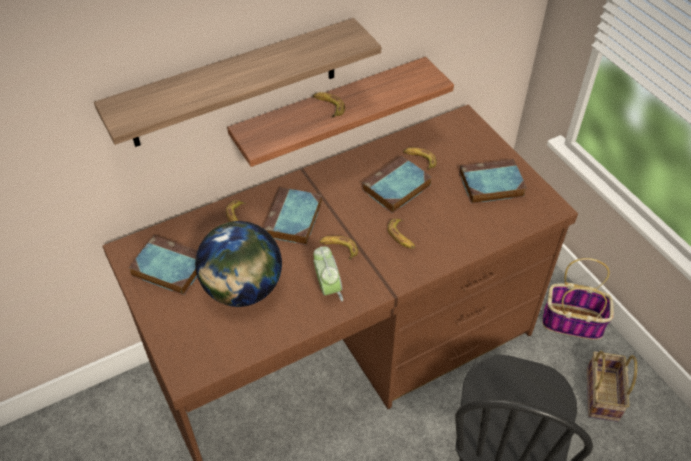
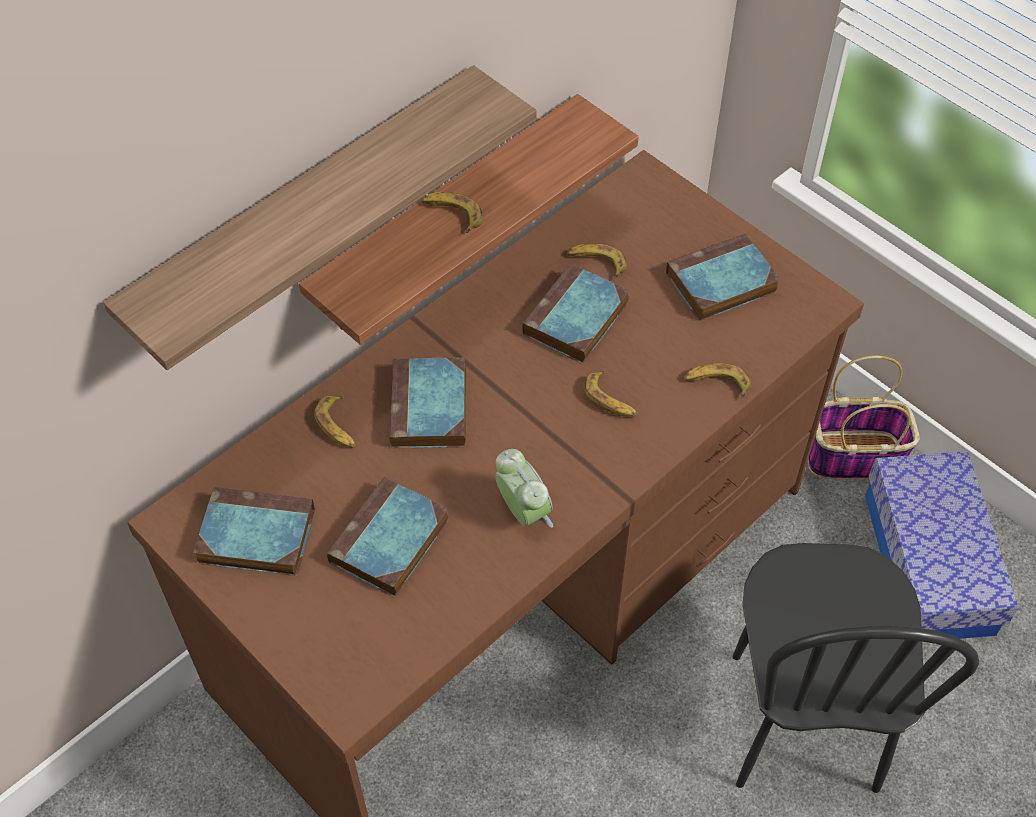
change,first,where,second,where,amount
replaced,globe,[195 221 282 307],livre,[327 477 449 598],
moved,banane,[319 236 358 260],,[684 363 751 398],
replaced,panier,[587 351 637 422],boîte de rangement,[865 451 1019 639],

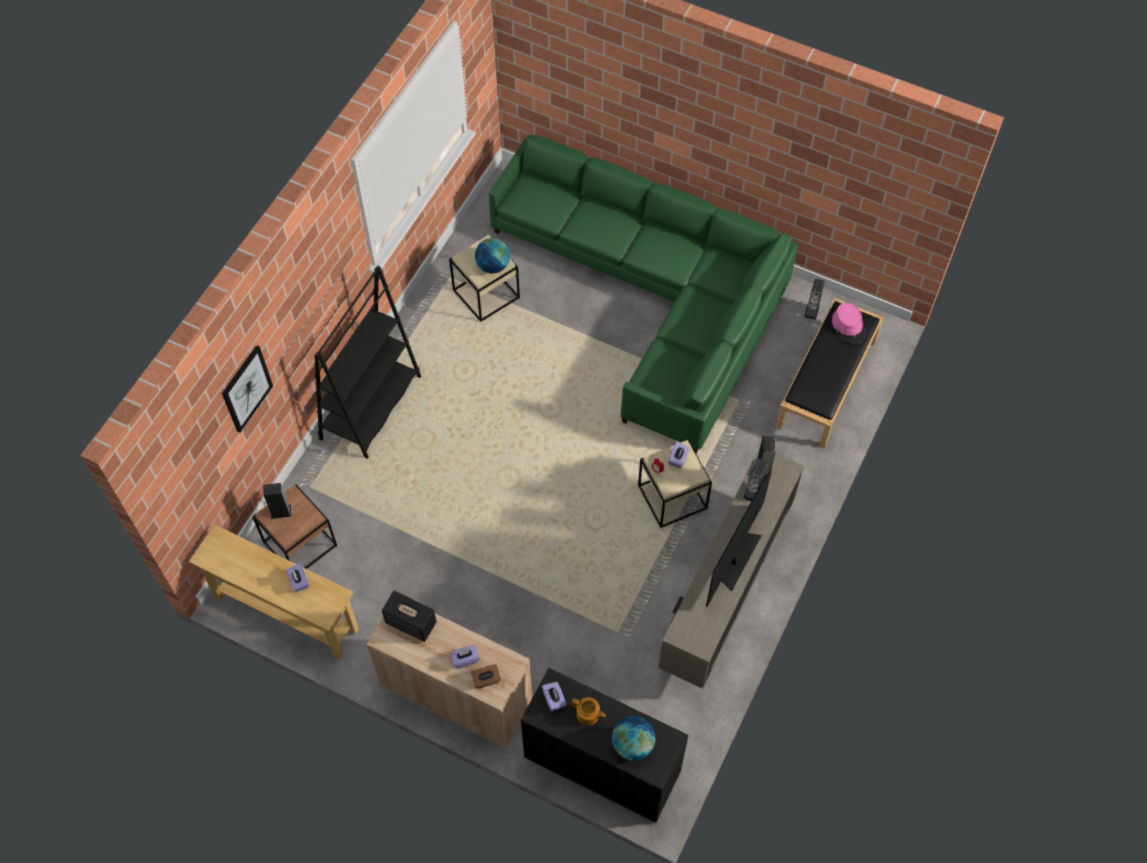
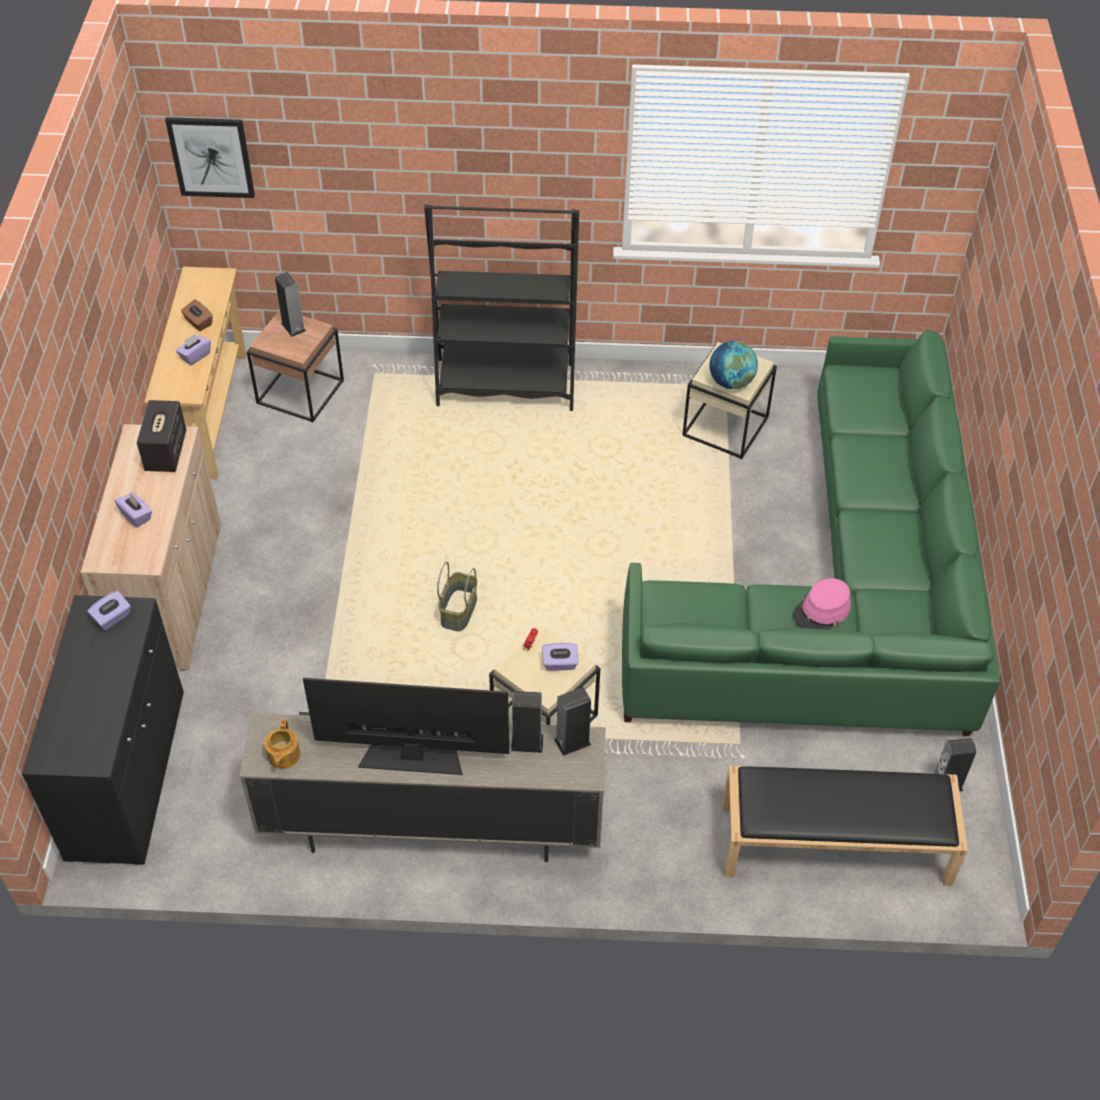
change,first,where,second,where,amount
moved,tableau,[222 345 273 433],,[165 117 255 198],
moved,boîte à mouchoirs/marron,[471 664 501 689],,[181 299 213 331],
moved,théière,[572 697 606 725],,[264 719 300 769],
added,,,panier,[437 562 477 631],
moved,chapeau/rose,[832 303 866 344],,[793 578 851 630],
removed,globe,[612 716 655 761],,,

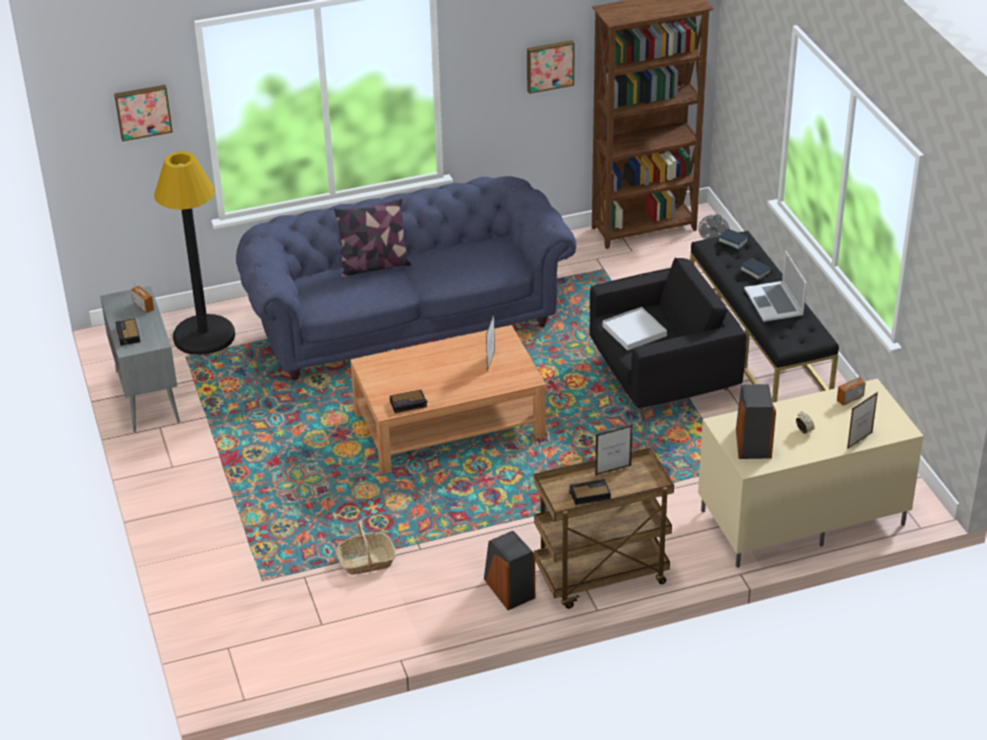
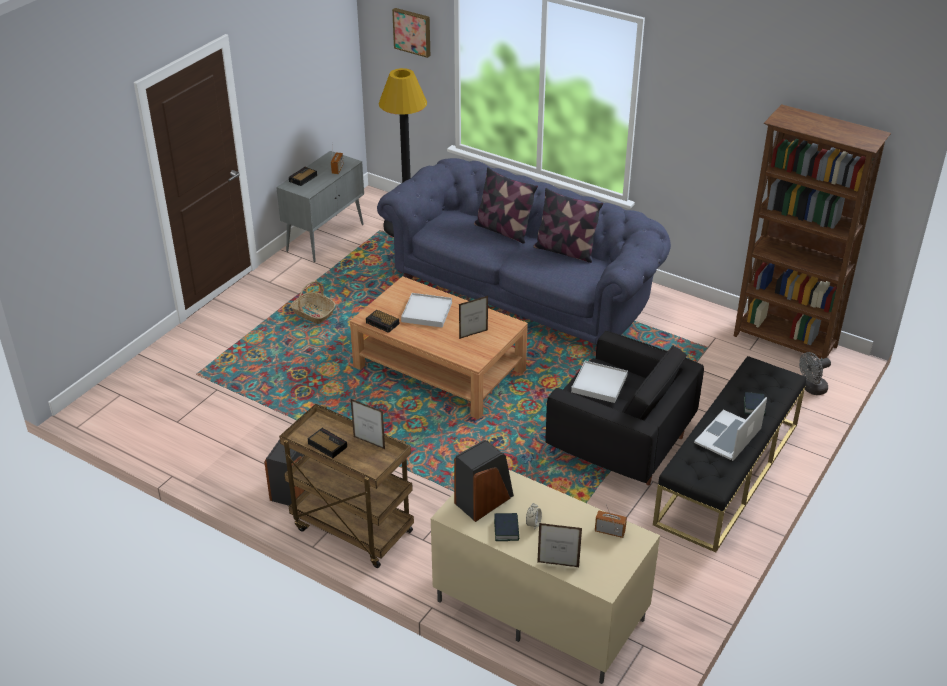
change,first,where,second,where,amount
moved,panier,[336 521 396 575],,[290 281 336 324],
added,,,plateau/blanc,[401 293 452 328],
moved,livre,[718 229 749 250],,[494 513 519 541],
added,,,coussin,[533 188 603 263],
removed,tableau,[527 40 575 94],,,

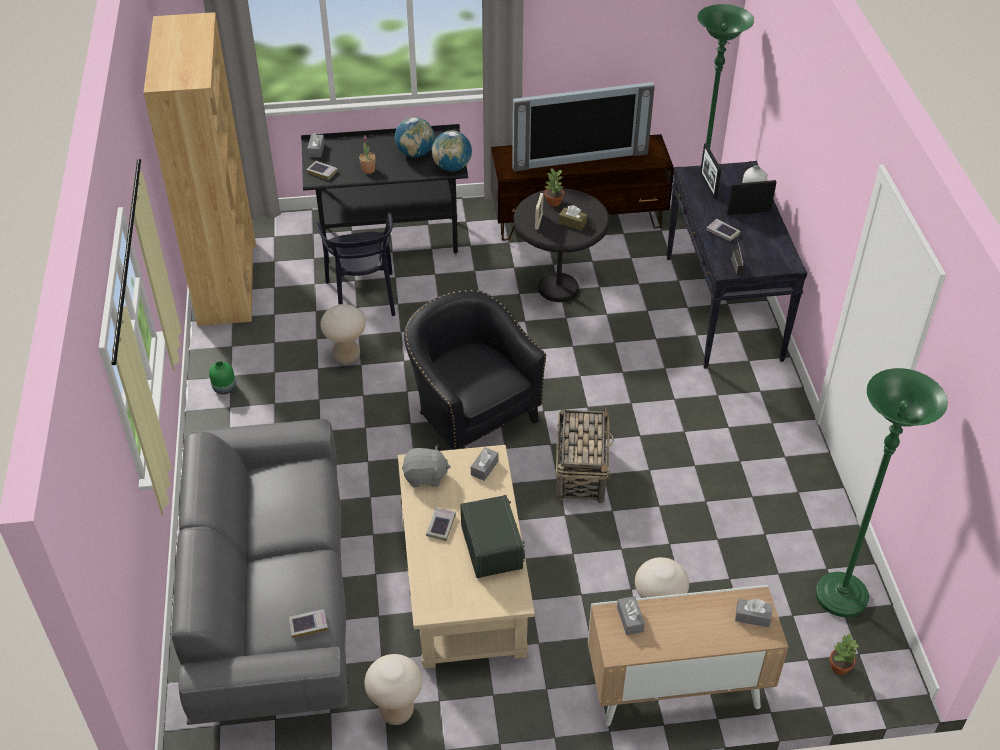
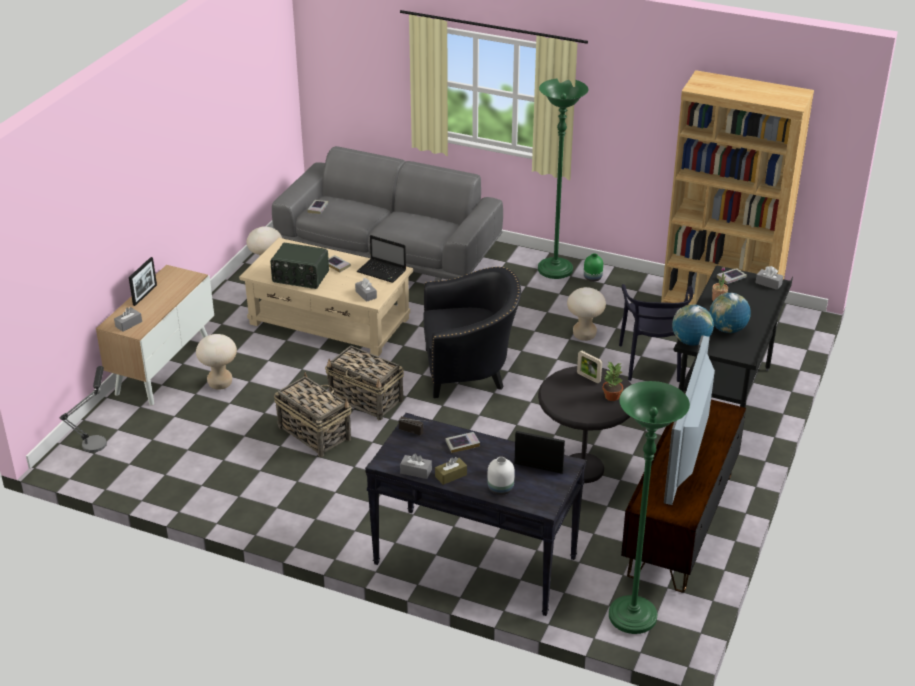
change,first,where,second,where,amount
replaced,plante en pot,[829 634 860 675],lampe de table,[60 366 107 452],
moved,cadre photo,[727 180 777 215],,[129 257 157 306],
added,,,panier,[274 372 352 457],
replaced,peluche/gris,[402 445 451 487],ordinateur portable,[357 235 406 283],
moved,boîte à mouchoirs/gris,[617 596 645 635],,[400 454 432 479],
moved,boîte à mouchoirs/marron,[558 205 587 230],,[435 457 467 485],
moved,lampadaire/vert,[816 368 948 617],,[538 79 588 279],
turned,chaise/noir,[316 212 395 316],,[619 284 693 382],105 degrees counterclockwise

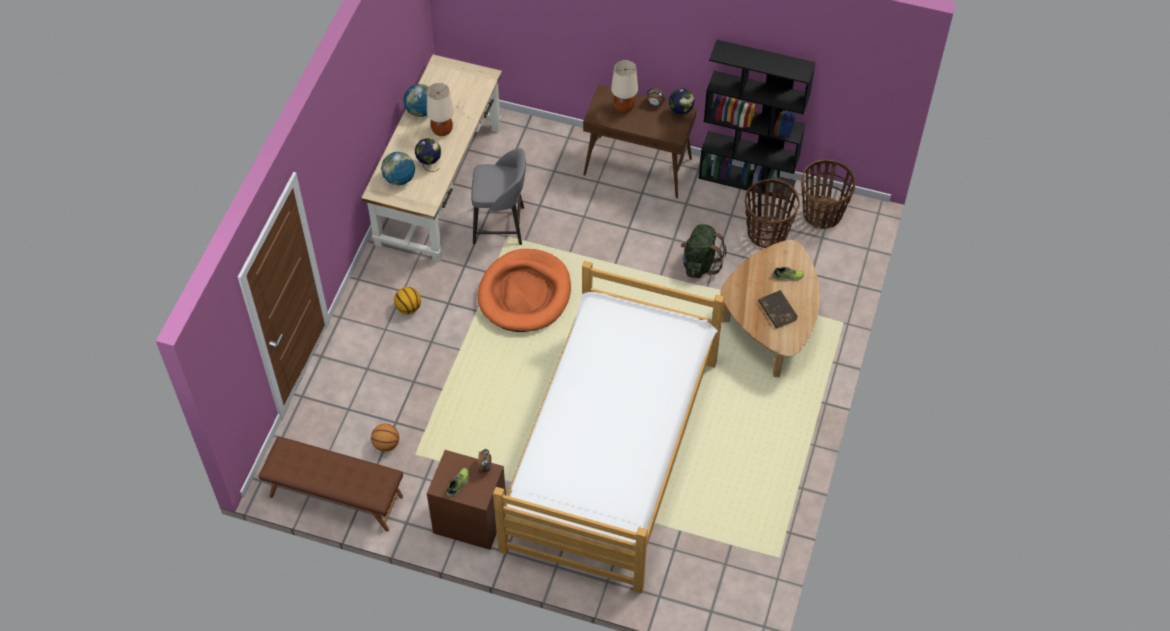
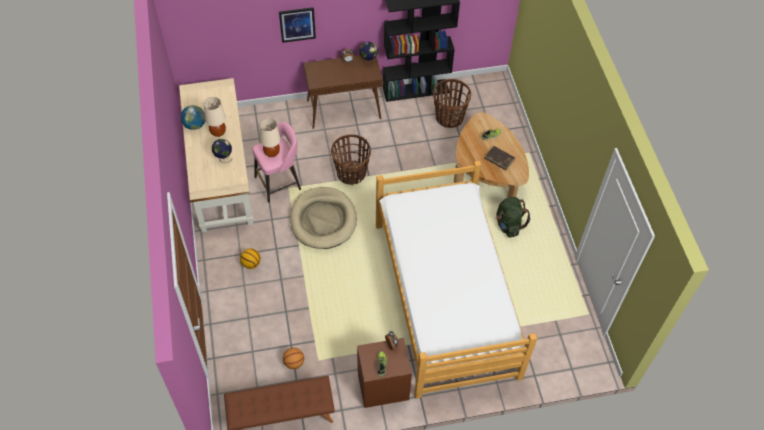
change,first,where,second,where,amount
recoloured,tabouret/gris,[471 148 526 245],tabouret/rose,[253 122 301 203],
moved,lampe de table/beige,[611 60 638 113],,[260 118 280 157],
added,,,tableau,[279 7 316 43],
recoloured,panier pour chien/orange,[478 249 571 332],panier pour chien/beige,[290 187 357 249],
moved,panier,[801 160 856 229],,[331 134 371 185],
moved,sac à dos/vert,[681 224 727 278],,[496 197 531 238],
removed,globe,[381 152 415 186],,,

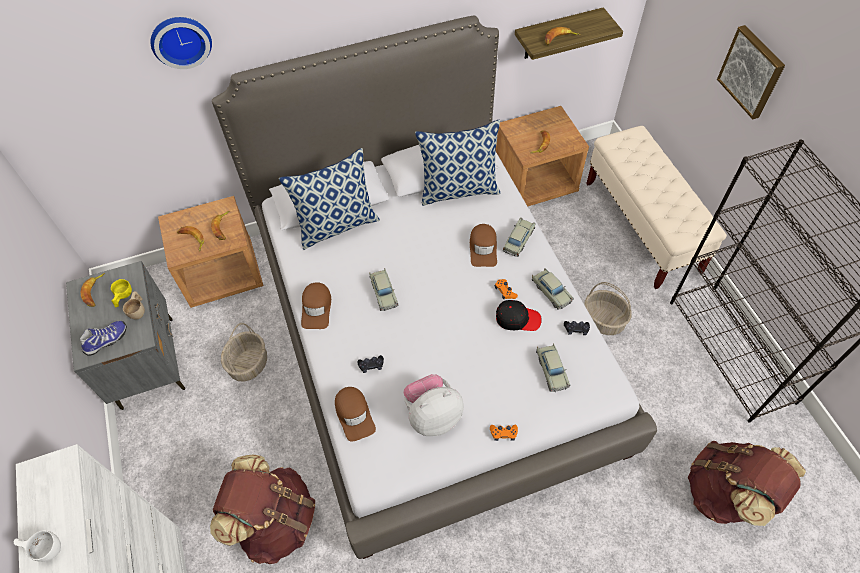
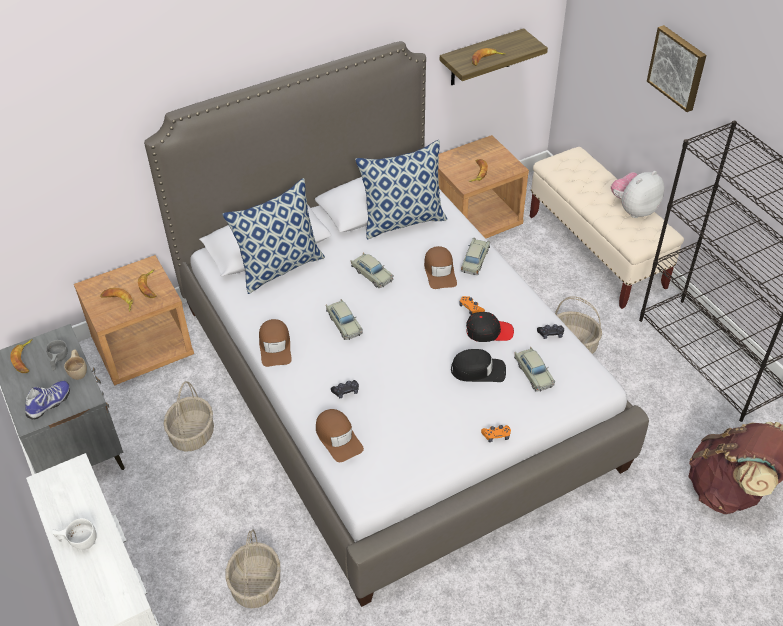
change,first,where,second,where,amount
recoloured,tasse/jaune,[111 279 132 307],tasse/gris,[46 340 68 371],
replaced,sac à dos/marron,[210 455 315 564],panier,[225 529 280 609],
moved,petite voiture/beige,[532 268 574 310],,[351 253 394 288],
added,,,casquette/noir,[451 349 506 382],
moved,peluche,[404 374 464 436],,[611 171 664 218],
removed,horloge murale,[151 17 212 69],,,

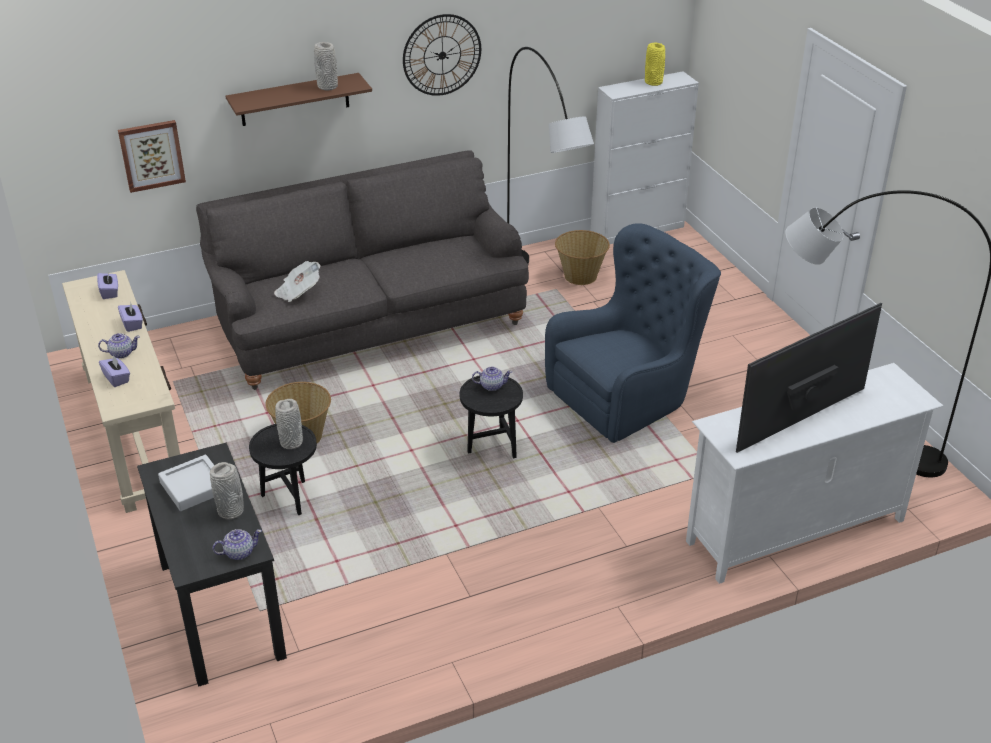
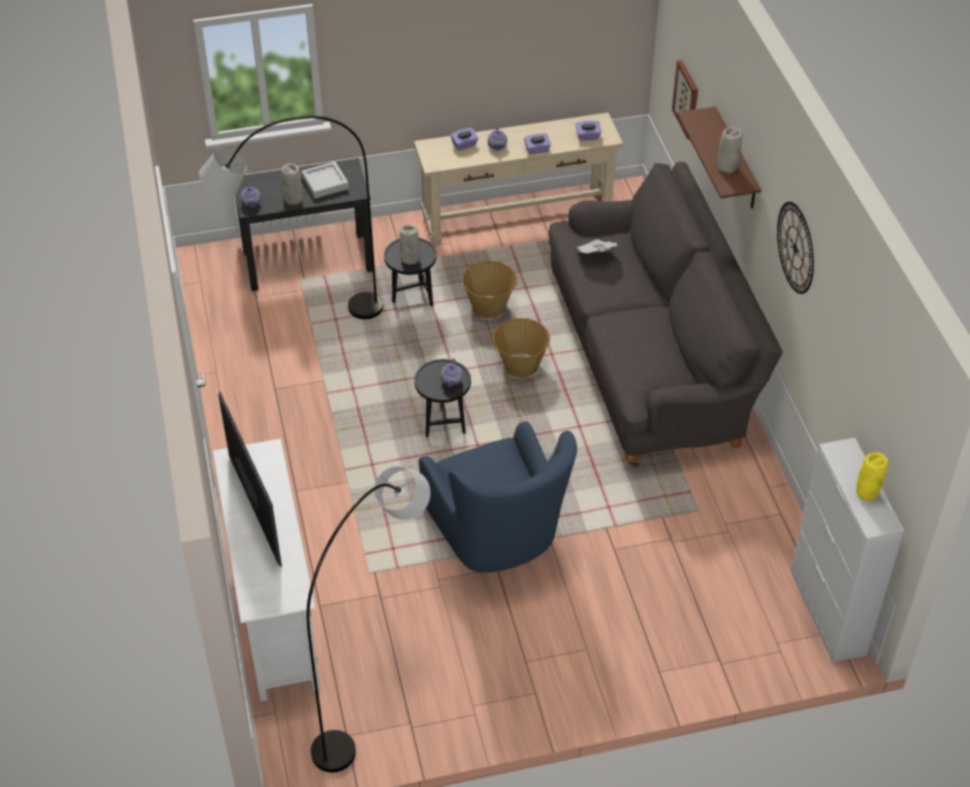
change,first,where,second,where,amount
moved,lampadaire/gris,[507 47 594 264],,[199 116 383 319],
moved,panier,[555 230 610 285],,[493 318 550 378],

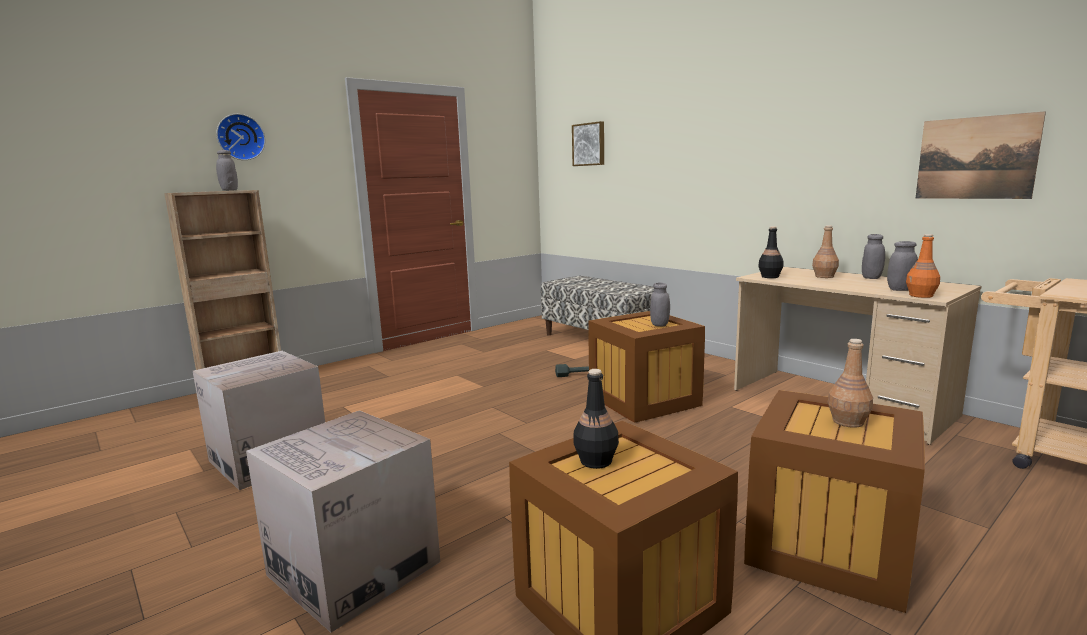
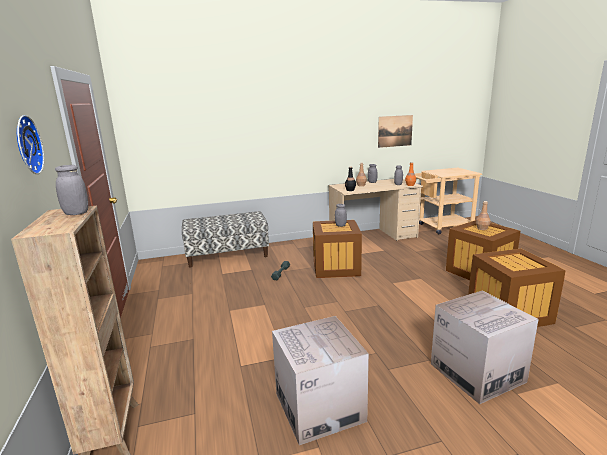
change,first,where,second,where,amount
removed,tableau,[572 121 604 166],,,
removed,bouteille/noir,[573 369 619 469],,,

